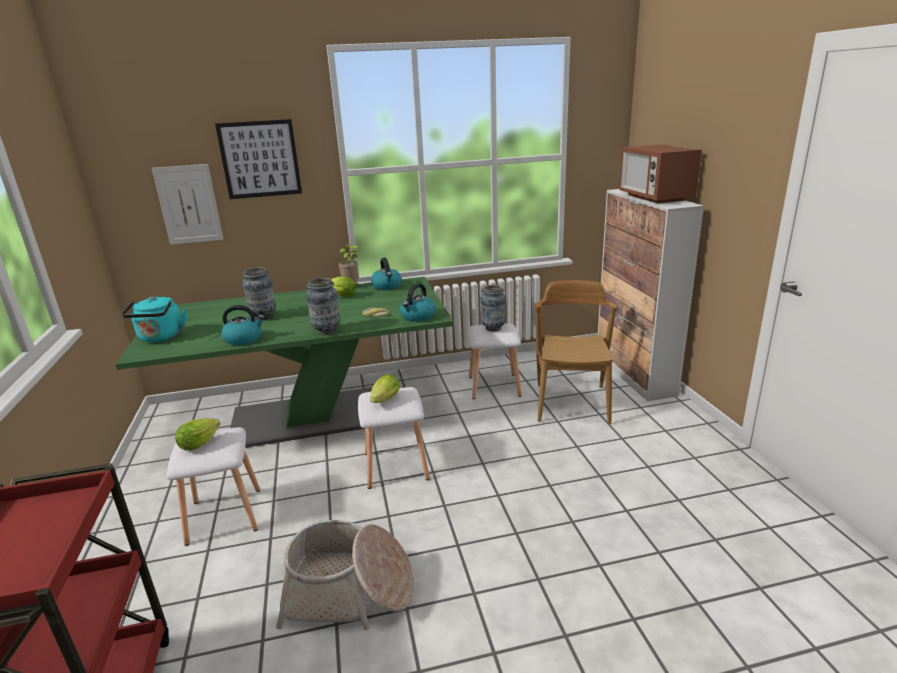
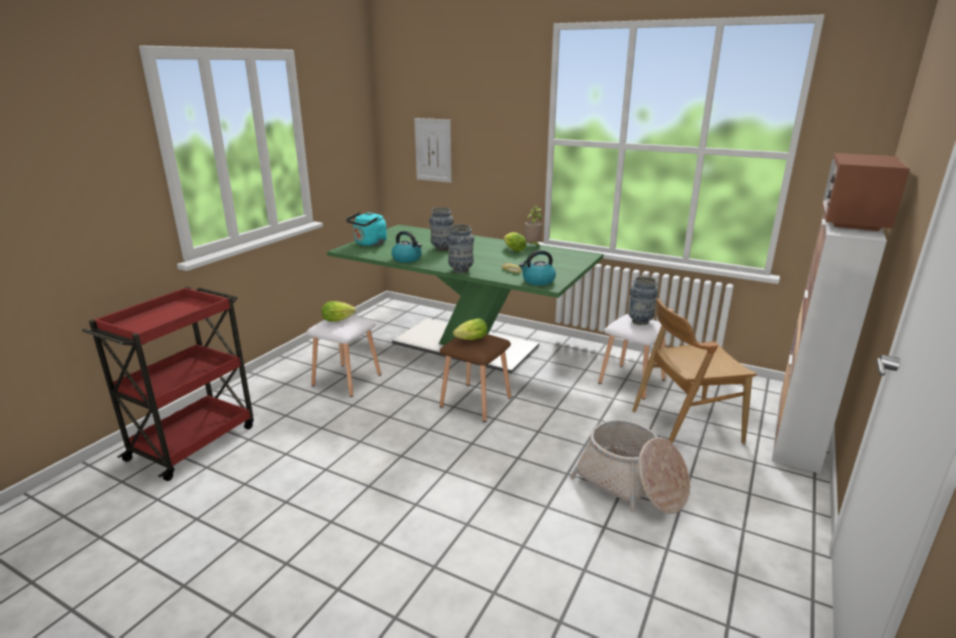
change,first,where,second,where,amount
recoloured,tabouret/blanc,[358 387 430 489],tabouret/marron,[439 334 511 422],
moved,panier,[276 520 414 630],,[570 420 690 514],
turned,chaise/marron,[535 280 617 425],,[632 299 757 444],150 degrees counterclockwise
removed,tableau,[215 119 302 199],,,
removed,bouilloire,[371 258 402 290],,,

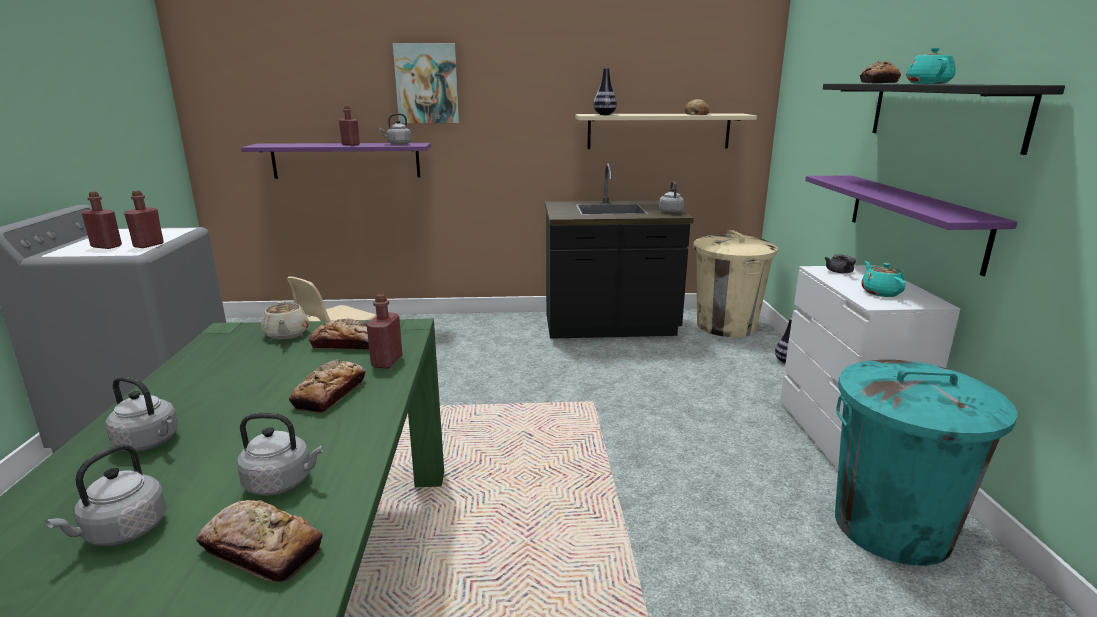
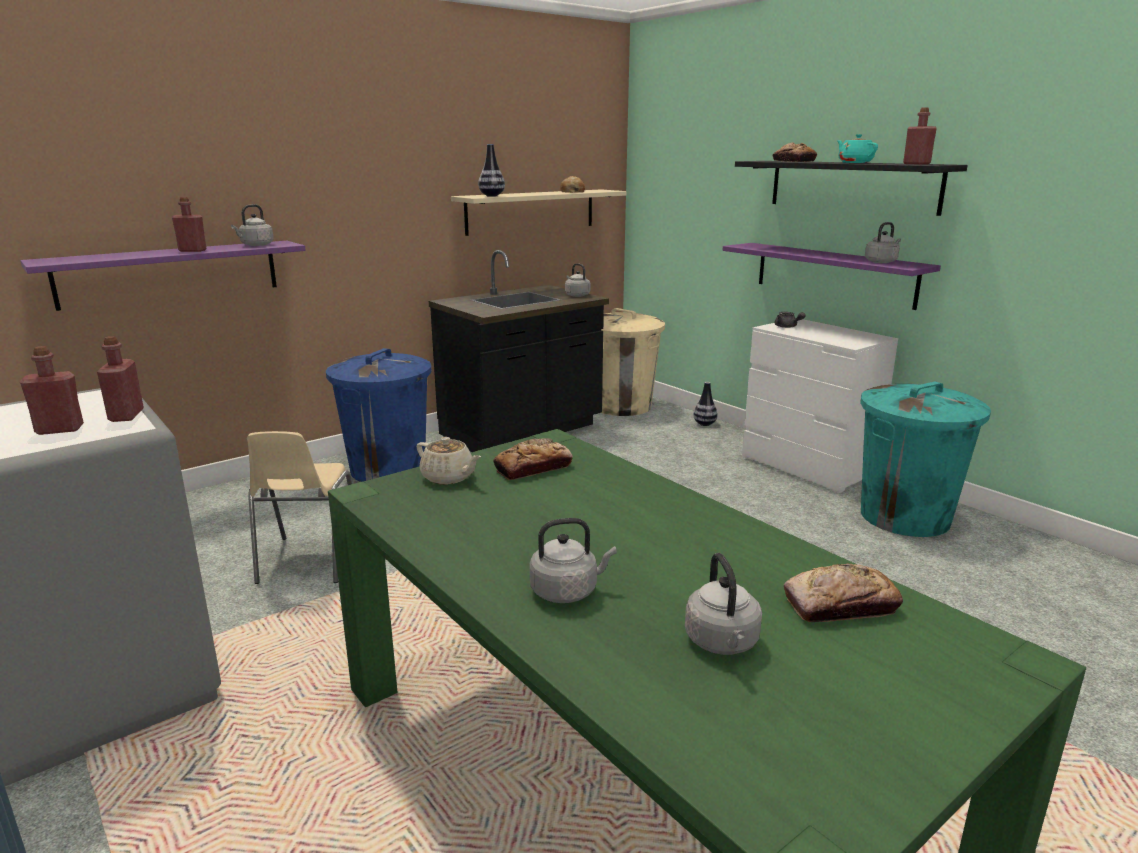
change,first,where,second,where,amount
added,,,poubelle/bleu,[326 348 432 482],
moved,bouilloire/gris,[237 413 323 496],,[865 222 901 263],
moved,bouteille/rouge,[366 294 403 369],,[903 107 937 165],
removed,pain,[289 359 366 413],,,
removed,tableau,[393 43 459 123],,,
removed,théière/turquoise,[862 261 906 297],,,

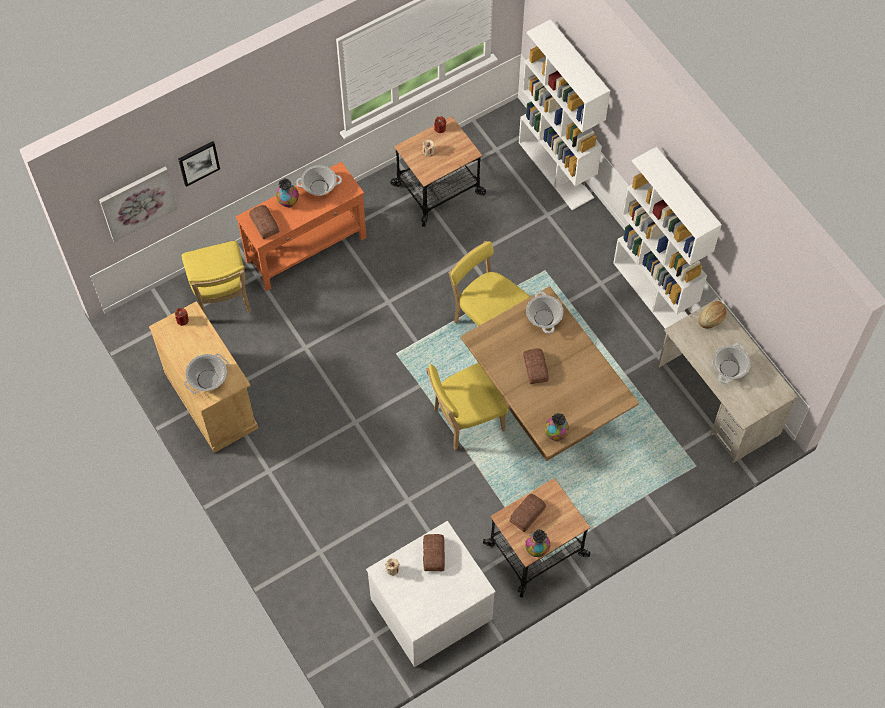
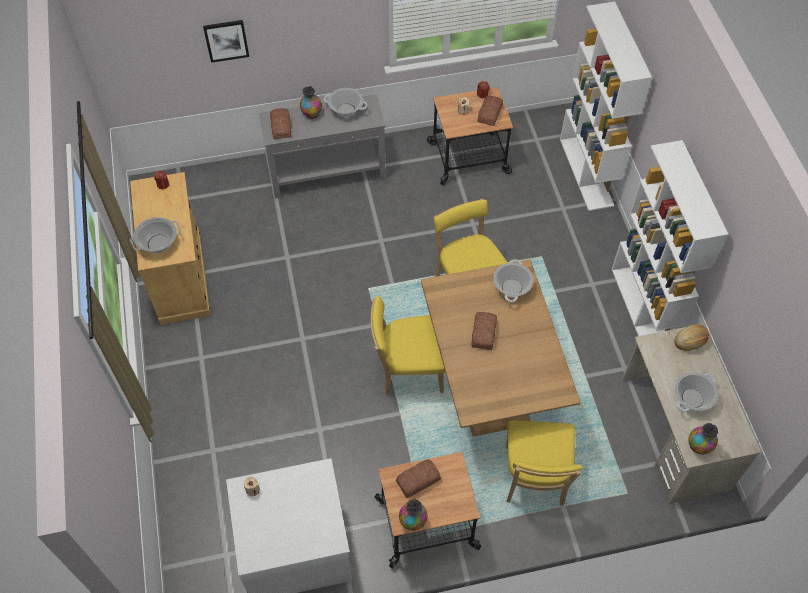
change,first,where,second,where,amount
recoloured,table console/orange,[236 162 366 291],table console/gris,[259 94 386 199],
moved,pain,[423 534 445 571],,[477 96 503 126],
moved,chaise/jaune,[182 241 251 313],,[506 420 583 506],
moved,vase,[544 413 569 441],,[688 423 718 454],
removed,tableau,[99 166 178 242],,,

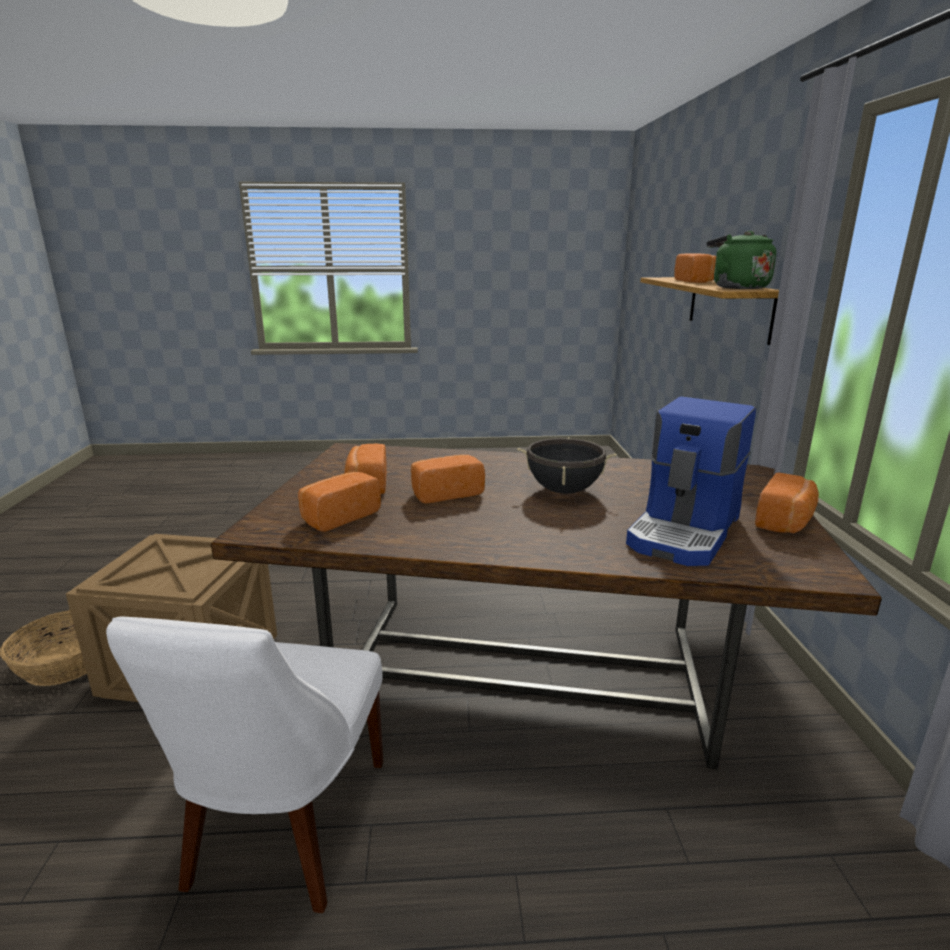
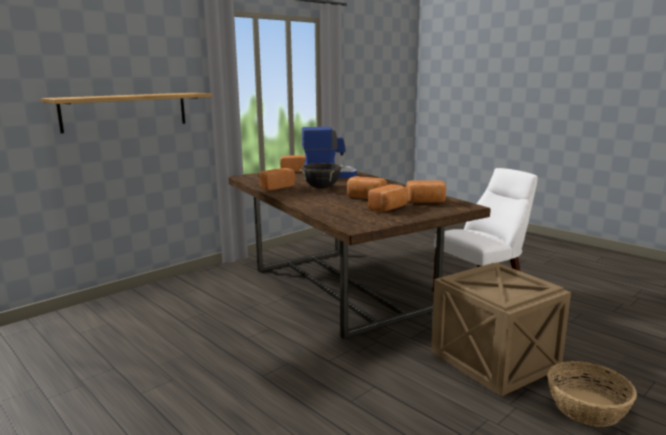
change,first,where,second,where,amount
moved,pain,[674 253 716 283],,[259 168 295 190],
removed,bouilloire/vert,[707 231 776 289],,,

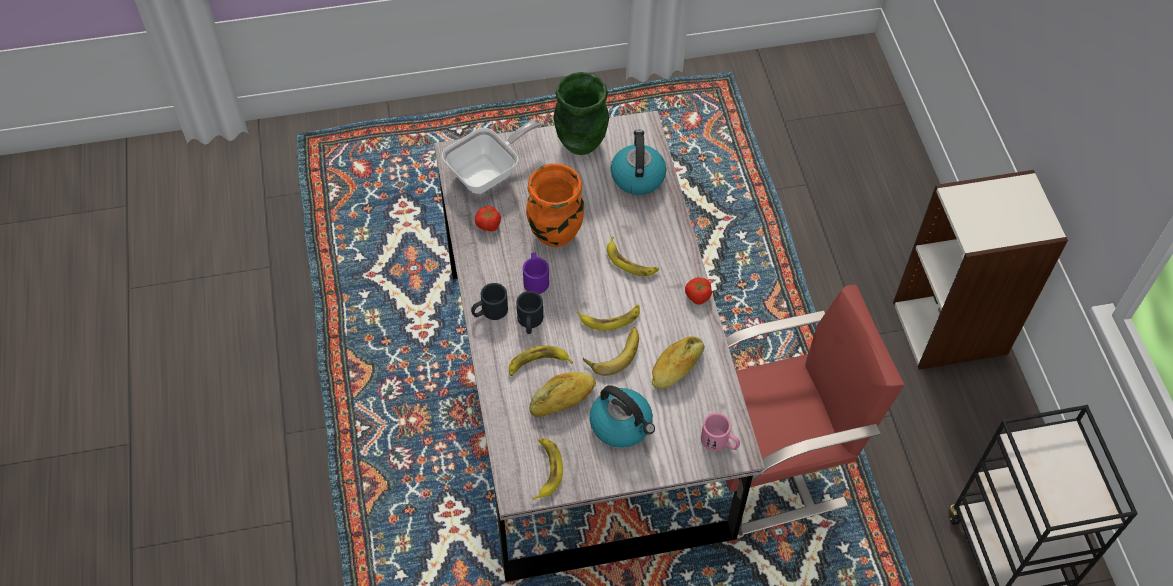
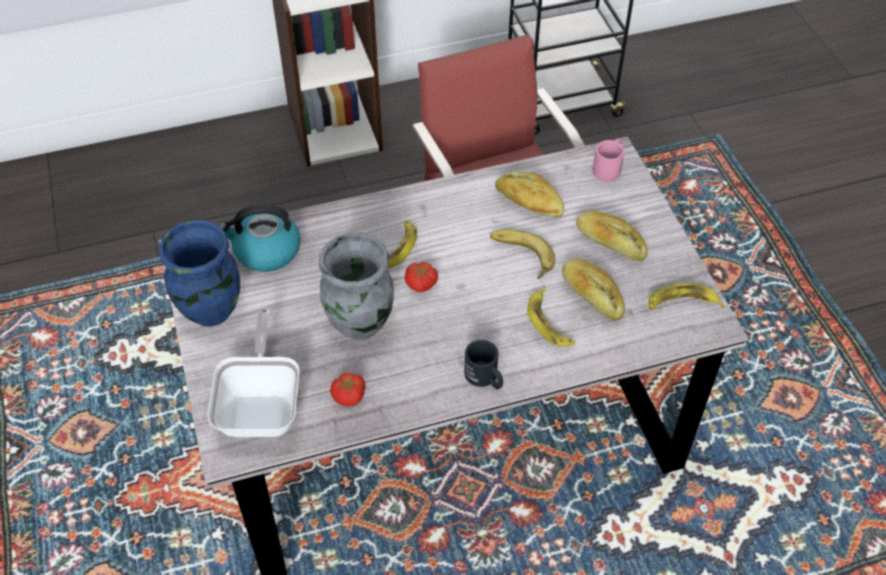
change,first,where,second,where,amount
recoloured,vase/vert,[554 72 609 155],vase/bleu,[158 220 240 327],
turned,poêle,[442 119 542 194],,[207 308 300 437],45 degrees clockwise
recoloured,vase/orange,[526 163 584 247],vase/gris,[319 233 394 340],
moved,tomate,[685 277 712 305],,[405 262 438 292],
replaced,bouilloire,[589 385 655 448],pain,[576 211 648 261],
removed,mug/noir,[516 291 543 334],,,
removed,mug/violet,[523 252 549 294],,,
removed,banane,[576 304 640 331],,,

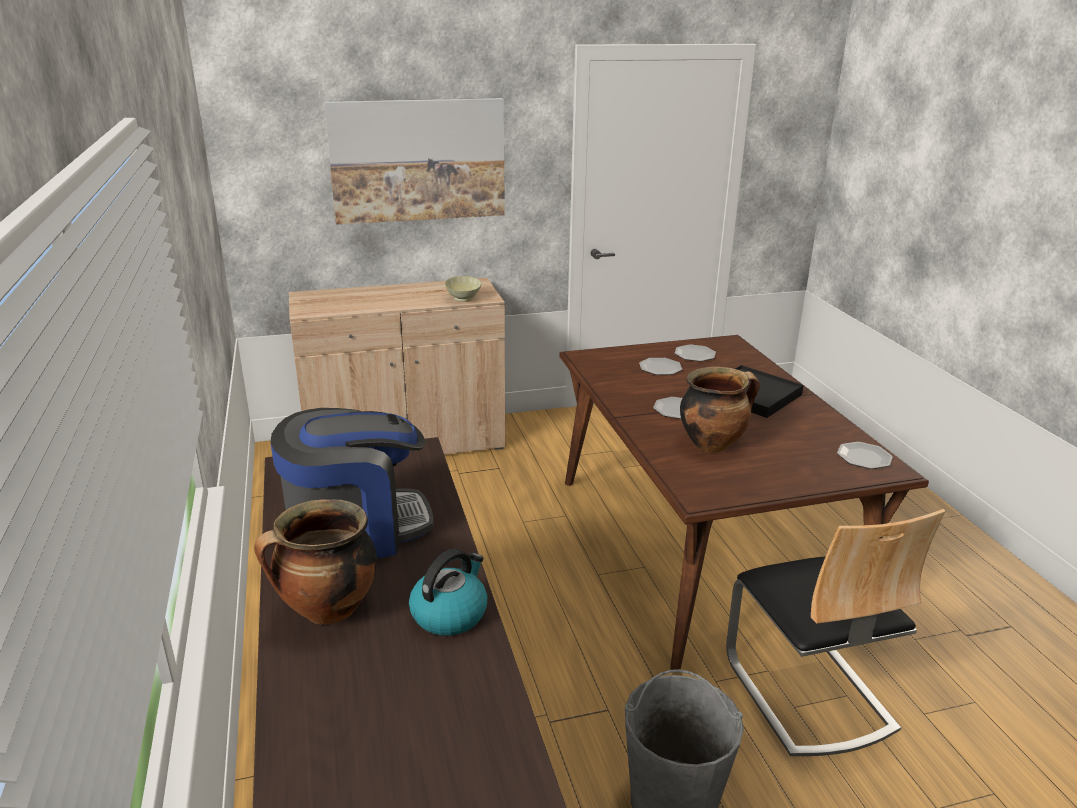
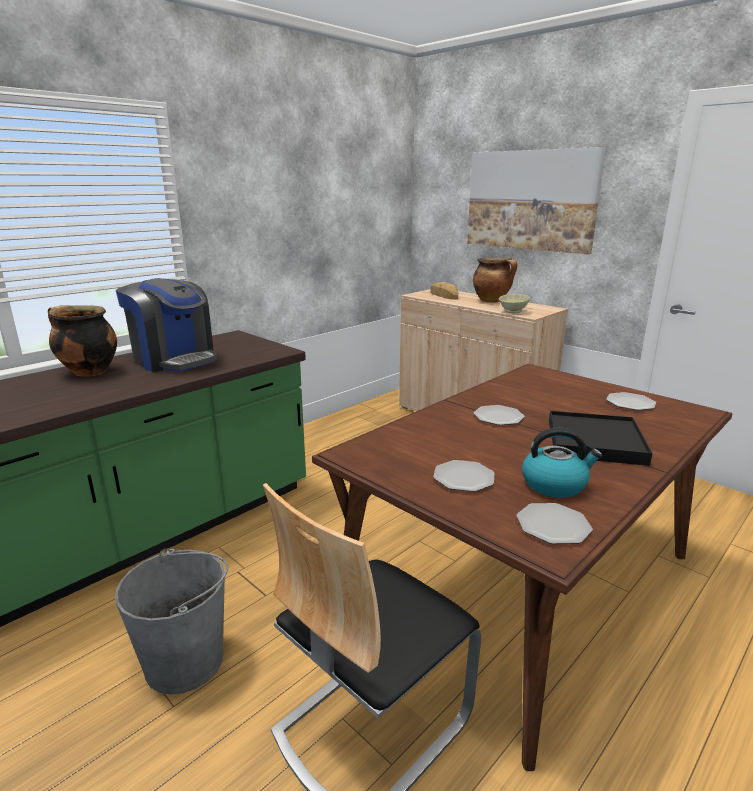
change,first,where,second,where,amount
added,,,pain,[430 282 458 300],
moved,assiette,[639 358 682 375],,[433 460 494 492],
moved,marmite,[680 367 760 452],,[473 257 517 303],
moved,bouilloire,[409 549 487 636],,[522 428 602 498],

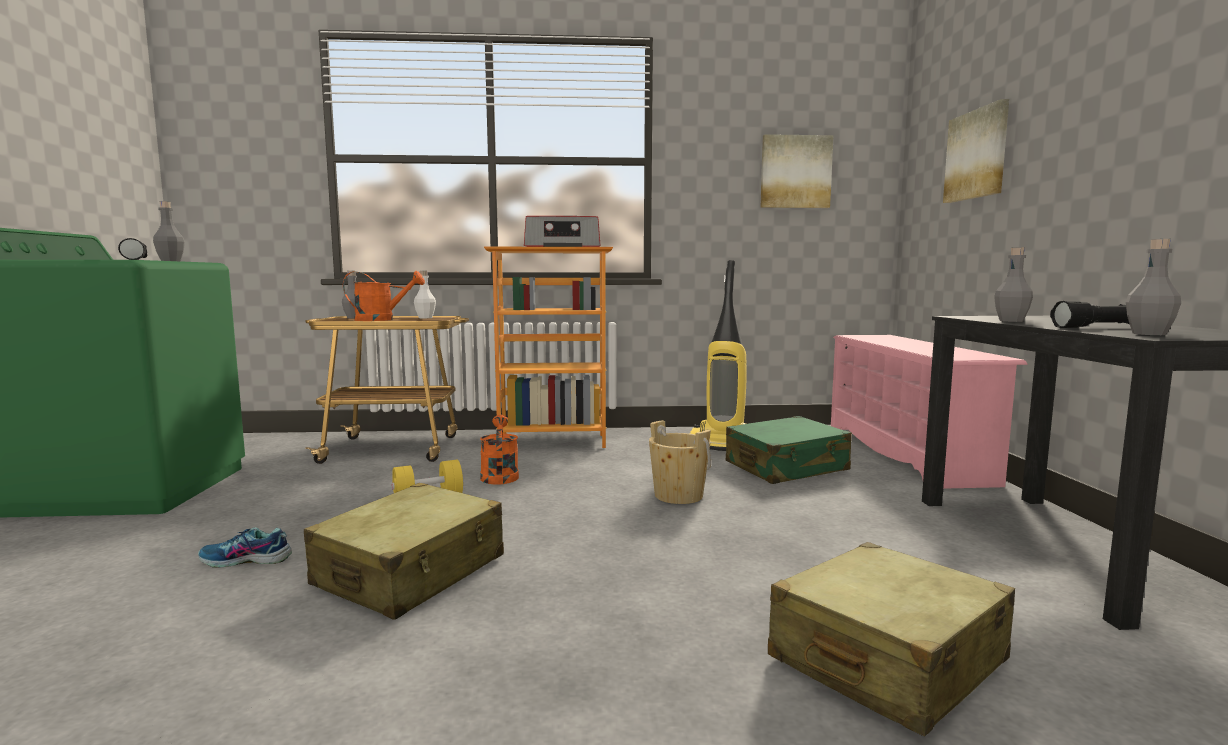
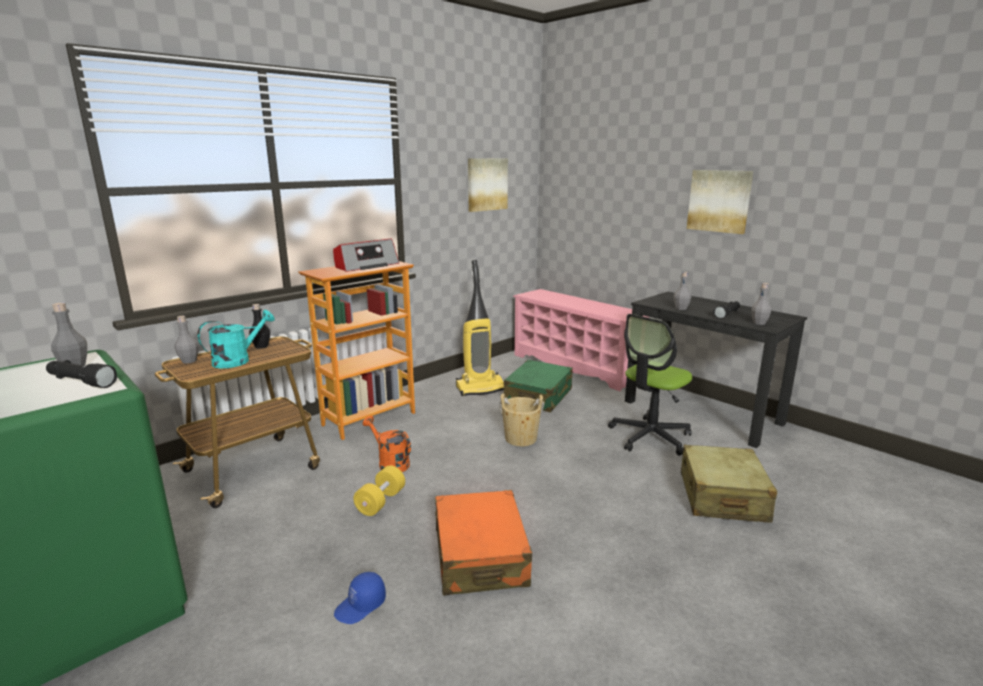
change,first,where,second,where,amount
recoloured,arrosoir/orange,[343 271 425 321],arrosoir/turquoise,[198 310 275 368],
recoloured,bouteille/blanc,[414 271 436 318],bouteille/noir,[249 304 270 349],
replaced,chaussure,[198 527 292 567],casquette/bleu,[334 572 386 624],
recoloured,valise/beige,[304 483 504 620],valise/orange,[435 490 532 596],
added,,,chaise de bureau,[608 314 692 456],
moved,tableau,[943 99 1009 203],,[687 170 753 234],

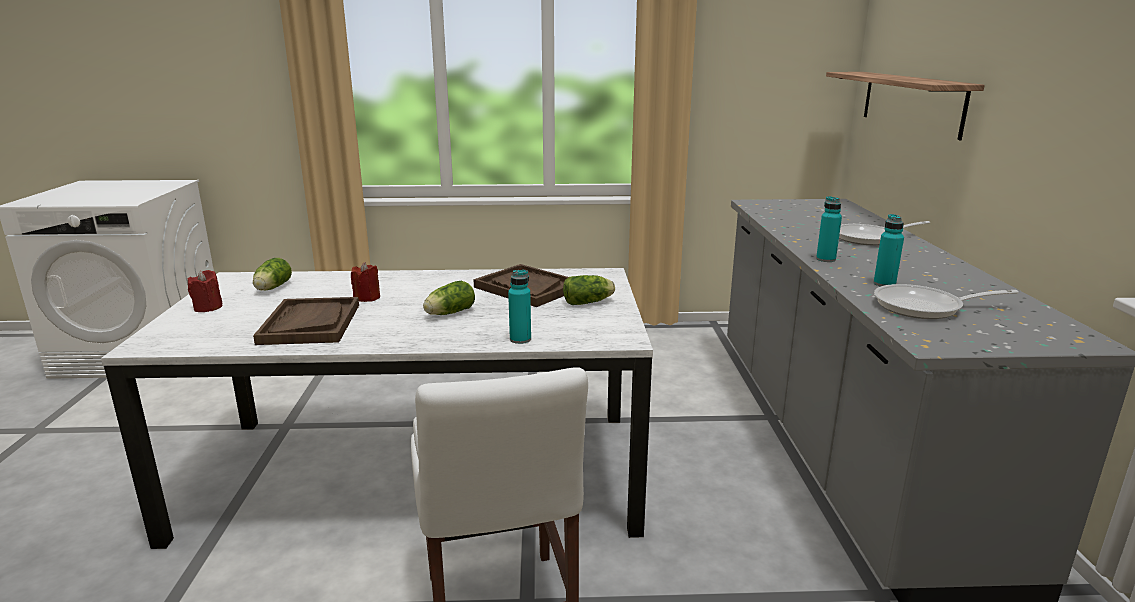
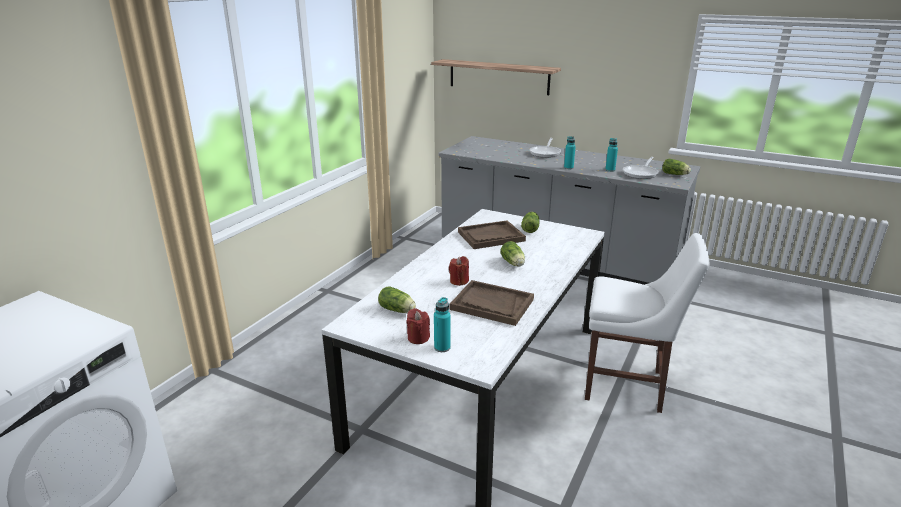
change,first,where,second,where,amount
moved,bouteille/turquoise,[508 270 531 344],,[434 297 450 352],
added,,,laitue,[662 159 691 175],

